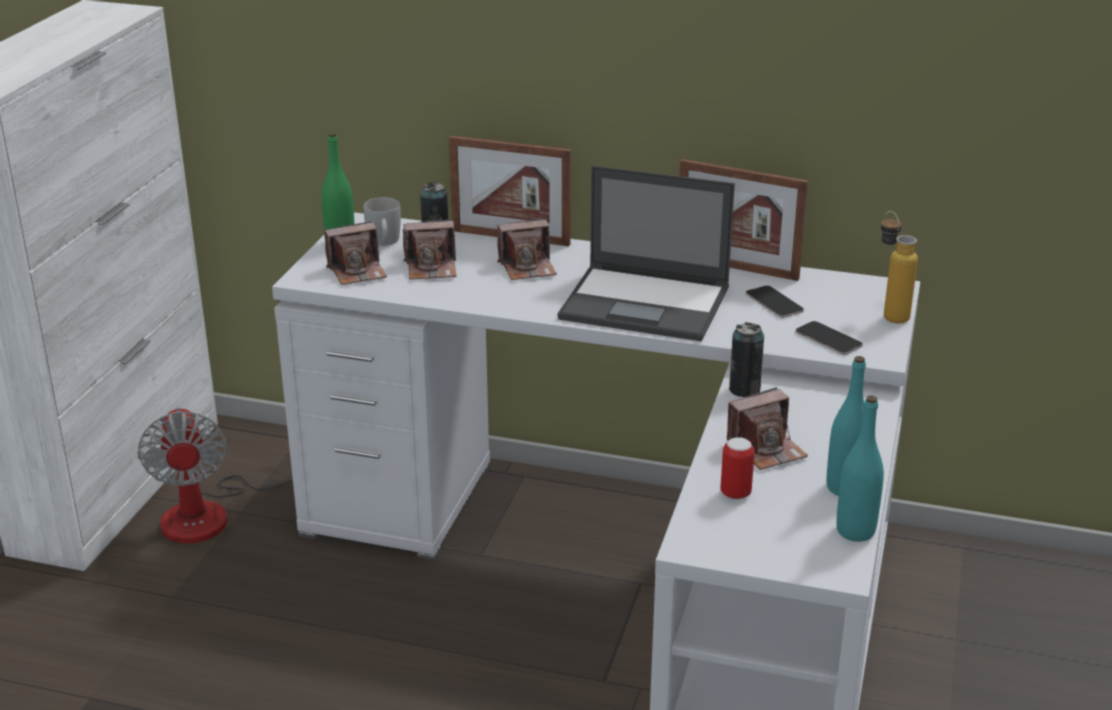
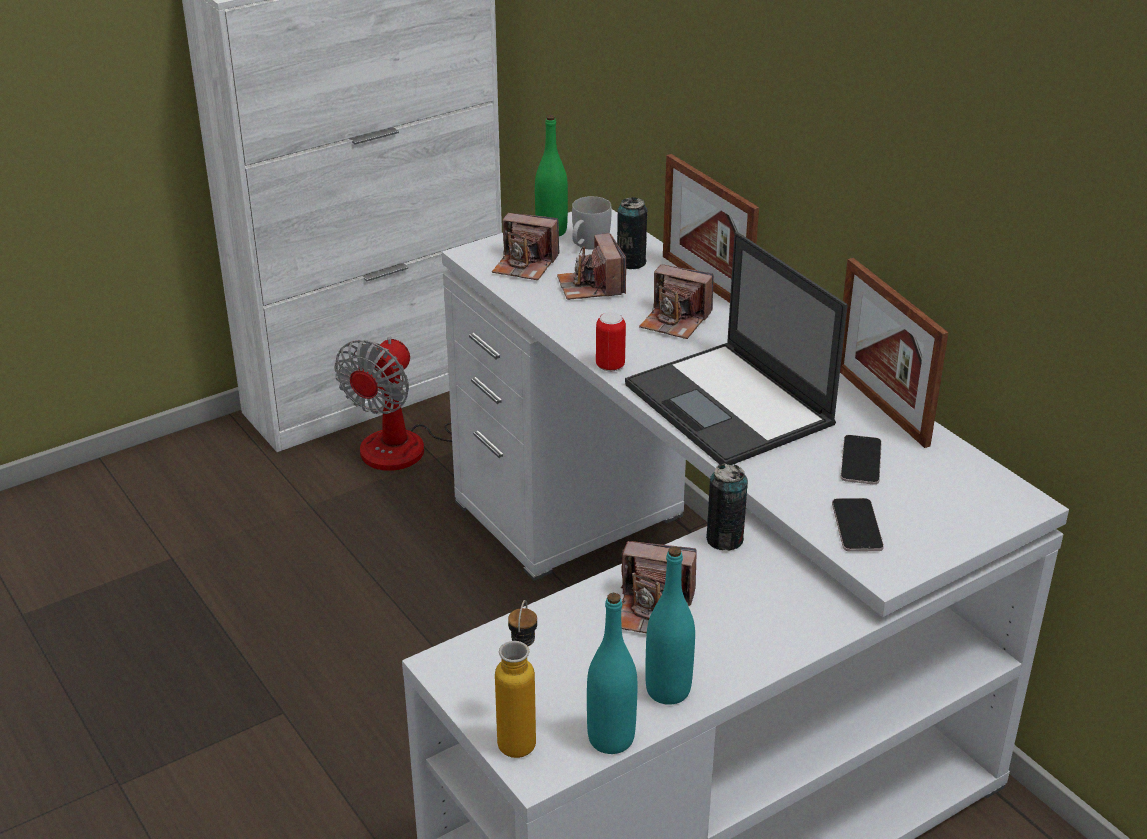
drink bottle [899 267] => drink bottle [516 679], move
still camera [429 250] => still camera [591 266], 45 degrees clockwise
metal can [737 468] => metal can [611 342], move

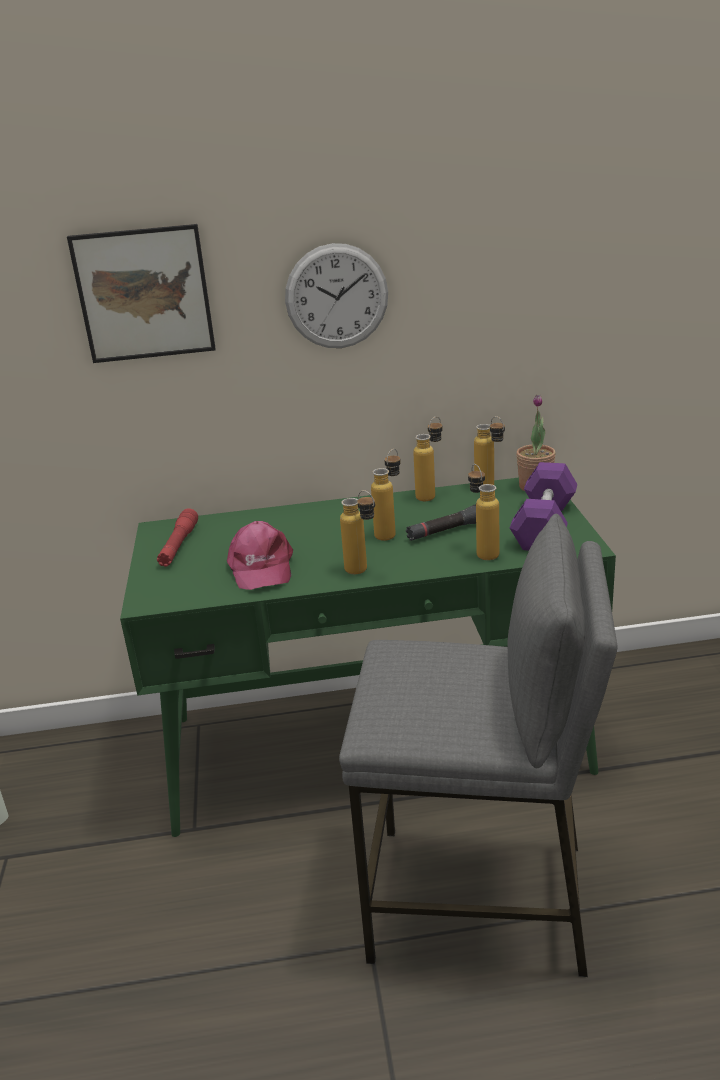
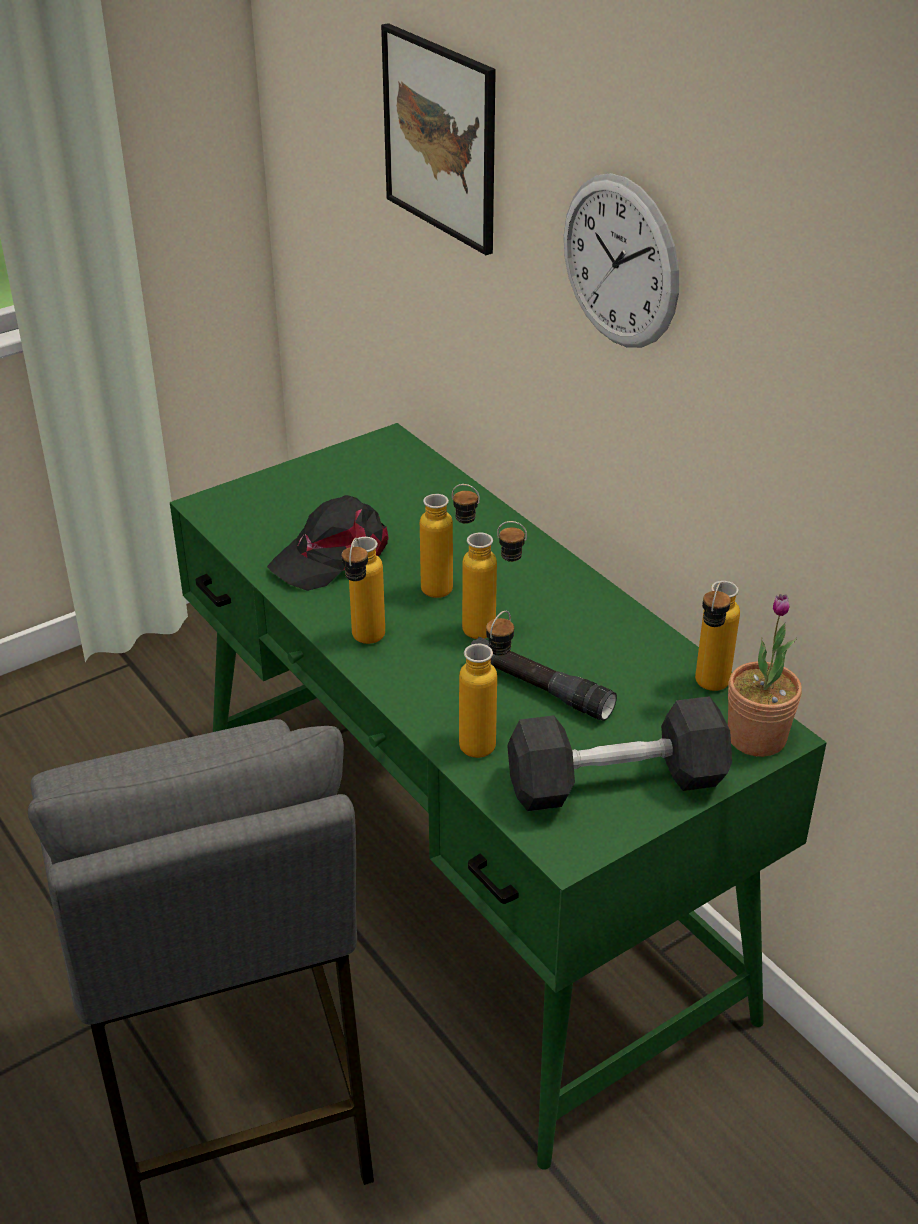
drink bottle [428 458] => drink bottle [450 541], move
dumbbell (purple-coloured) [544 506] => dumbbell (grey) [619 753]
hand torch (reddish) [177 537] => nothing
cap (pinkish) [260 555] => cap (black-coloured) [328 543]

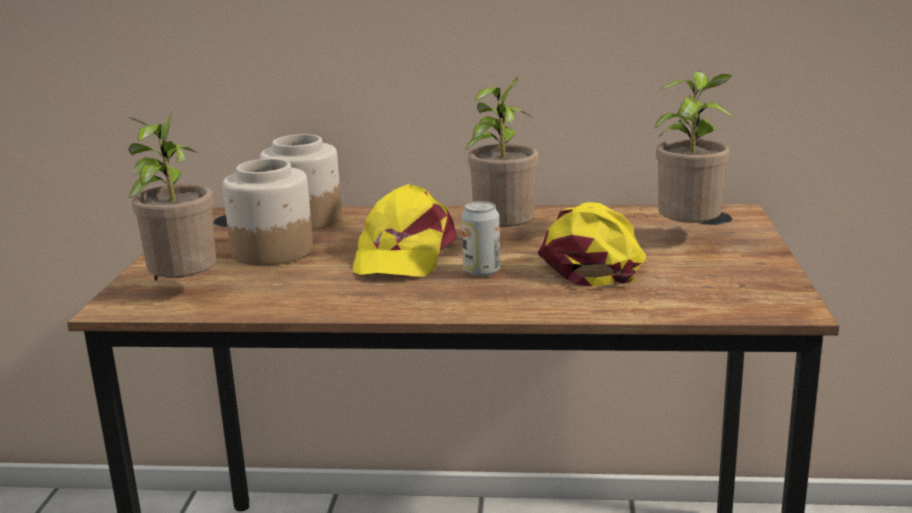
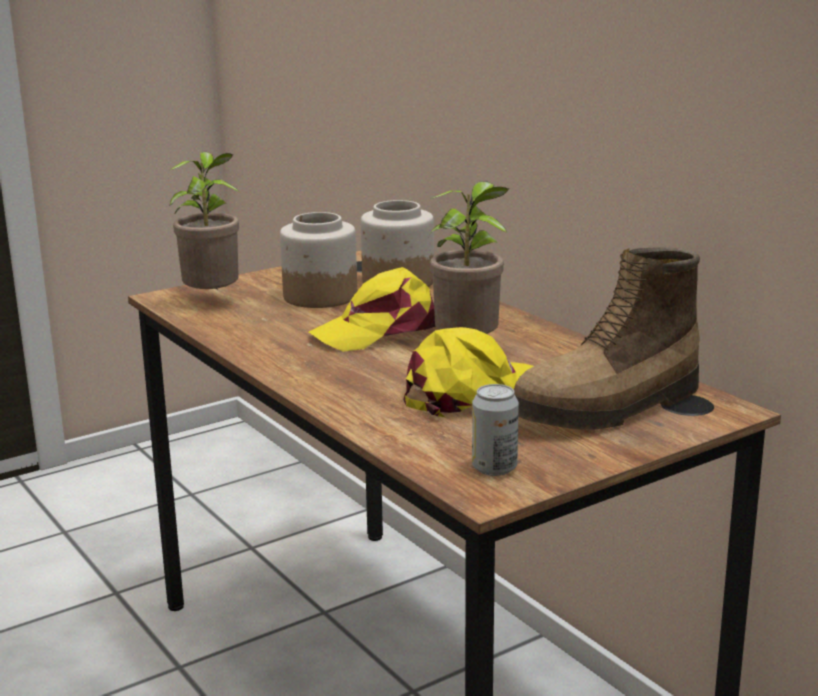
plant in a pot [695 147] => high-top boot [607 339]
metal can [480 239] => metal can [495 430], move

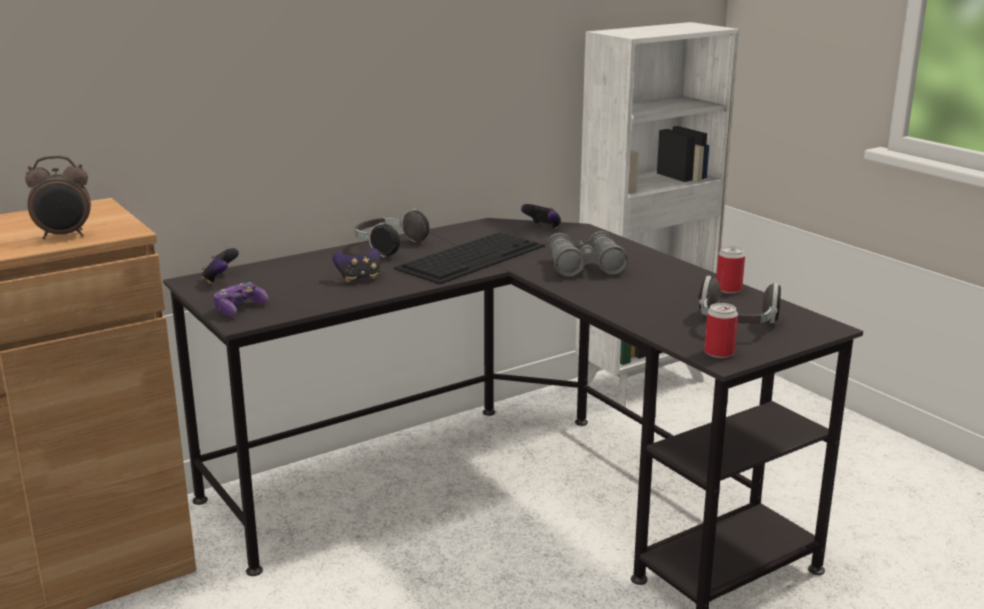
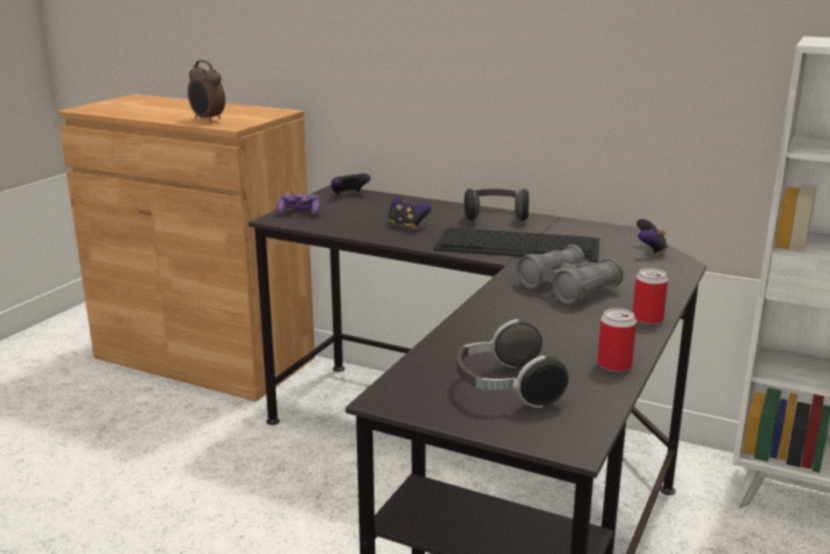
metal can [721 330] => metal can [650 296], move

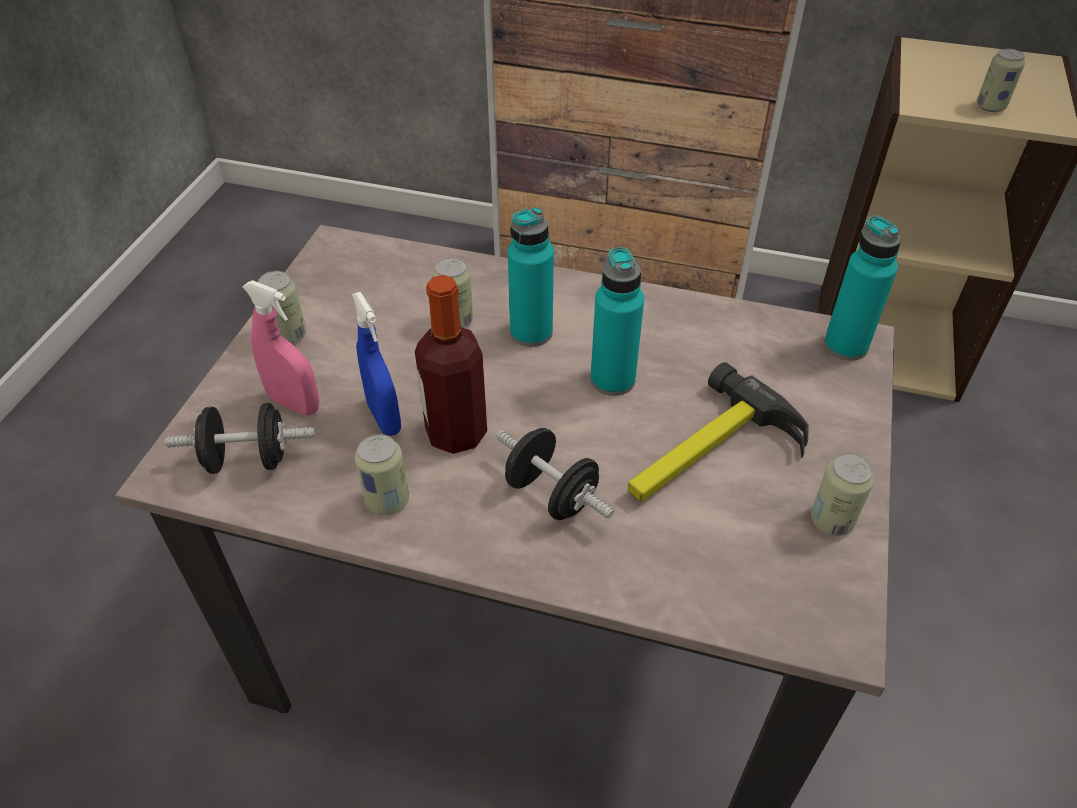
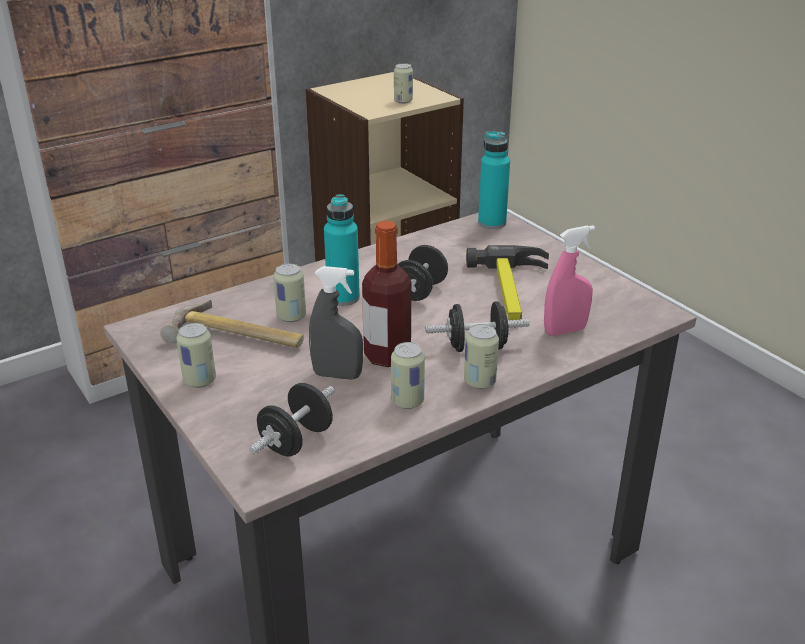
drink bottle (turquoise) [617 321] => dumbbell (black-coloured) [422 273]
hand sprayer (pinkish) [280 347] => hand sprayer (pinkish) [569 280], move
hand sprayer (bluish) [376 364] => hand sprayer (grey) [336 323]
metal can [842 494] => metal can [481 356], move
nothing => hammer [232 323]

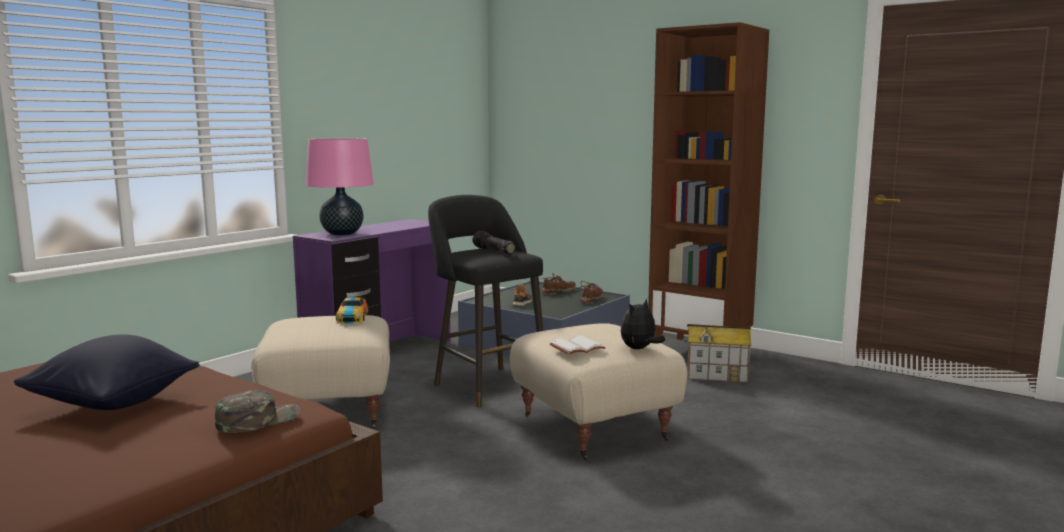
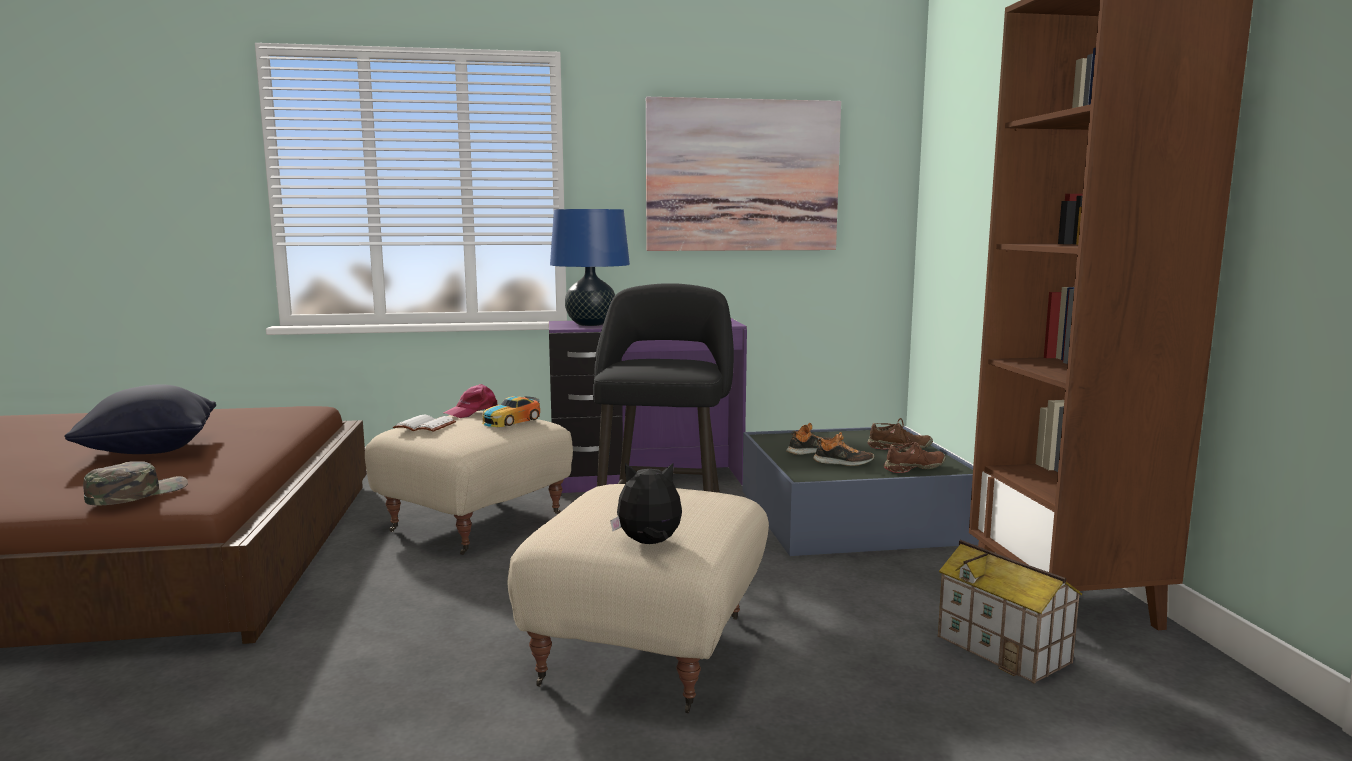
table lamp (pinkish) [340 187] => table lamp (bluish) [590 267]
hand torch [494 242] => nothing
volume (white) [578 345] => volume (white) [424 423], move
cap (green) [258 411] => cap (green) [136 483], 60 degrees counterclockwise
nothing => picture [743 174]
nothing => cap (pinkish) [471 401]
nothing => low shoe [844 449]

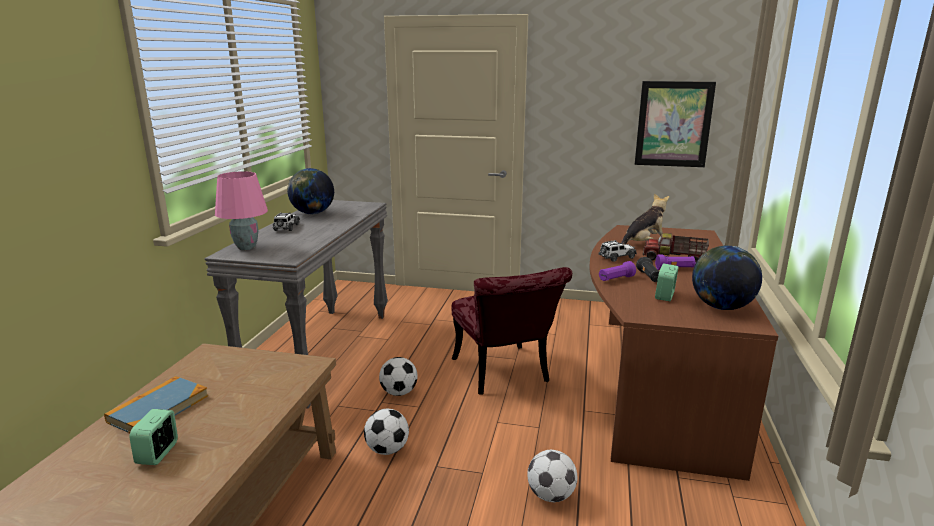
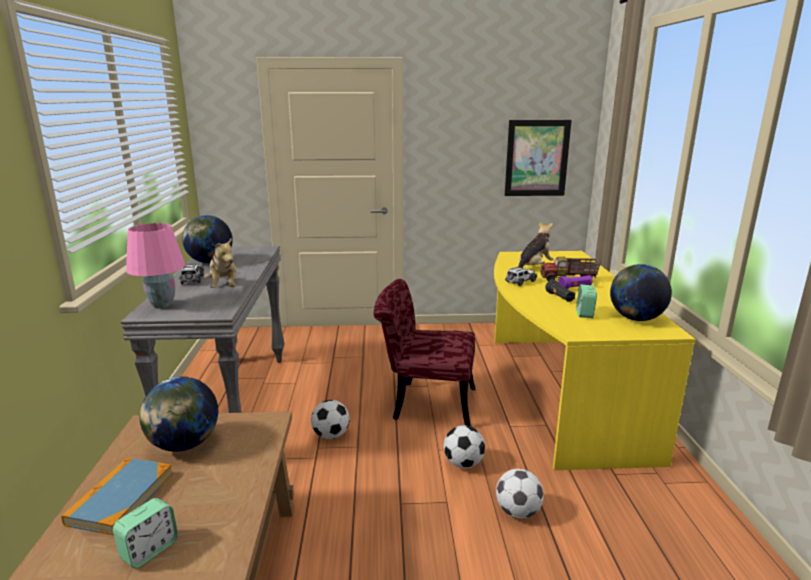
desk unit (brownish) [683 353] => desk unit (yellowish) [595 360]
hand torch (purple-coloured) [617 271] => nothing
chair (reddish) [512 331] => chair (reddish) [424 352], 135 degrees clockwise
table clock [153 437] => table clock [145 533], 135 degrees counterclockwise
ball for football [386 432] => ball for football [464 446], move
nothing => soft toy [220 263]
nothing => globe [179 414]

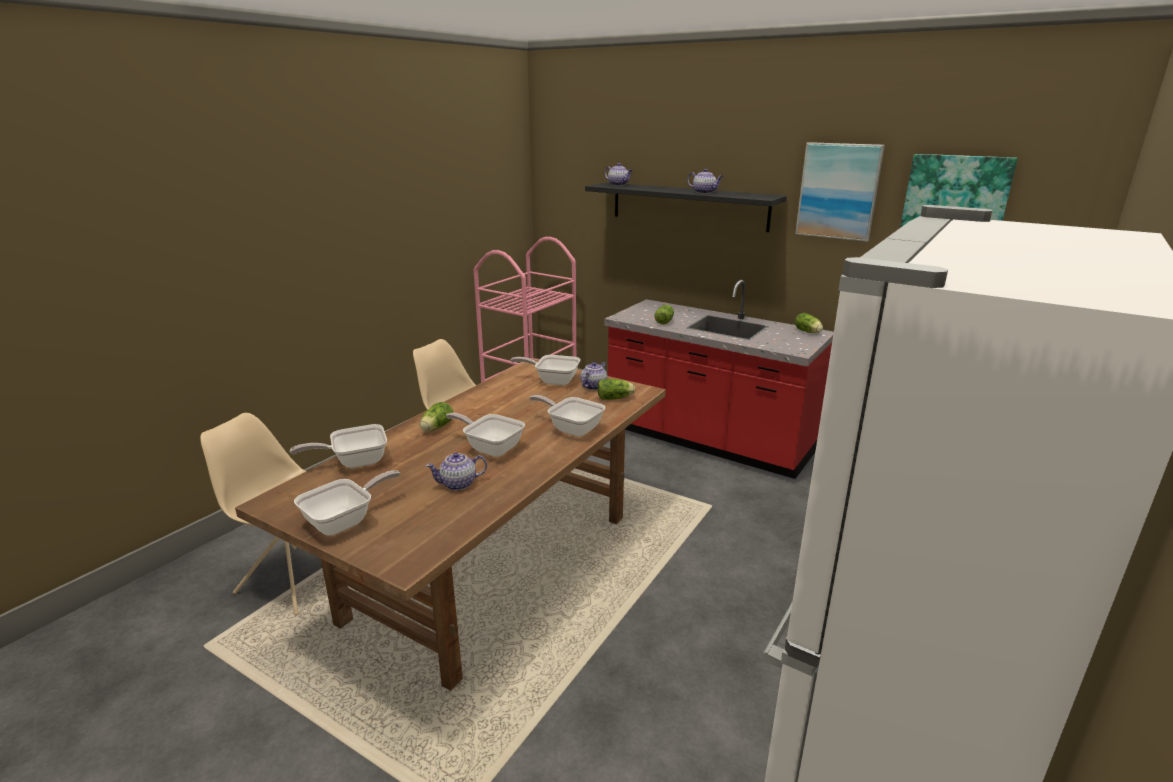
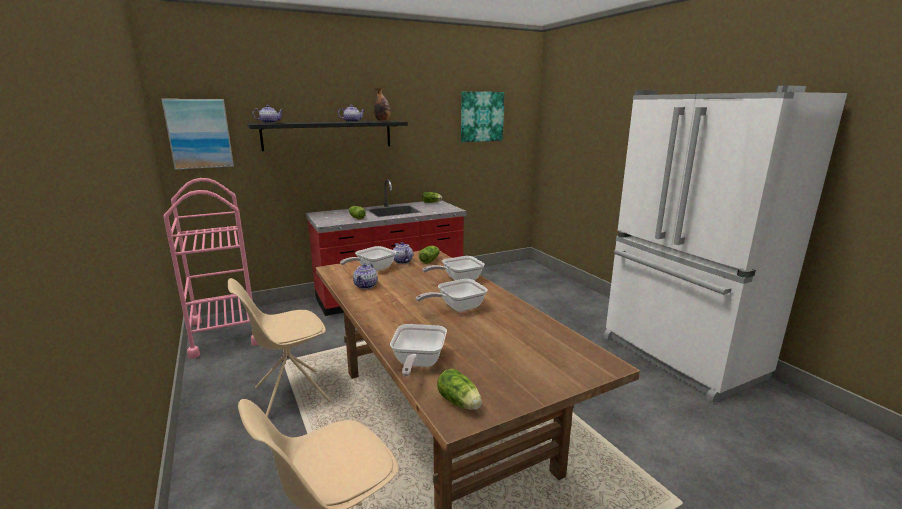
picture [840 192] => picture [197 134], move
head of lettuce [436 416] => head of lettuce [459 389], move
tea pot [456 471] => tea pot [365 276], move
frying pan [347 503] => nothing
nothing => drink bottle [382 104]

